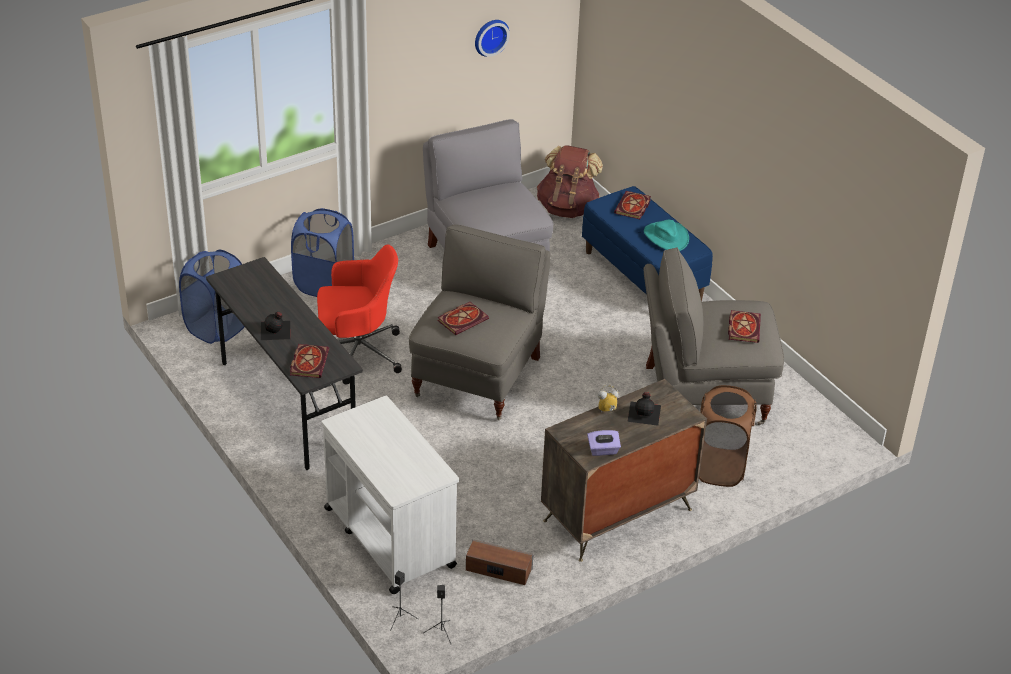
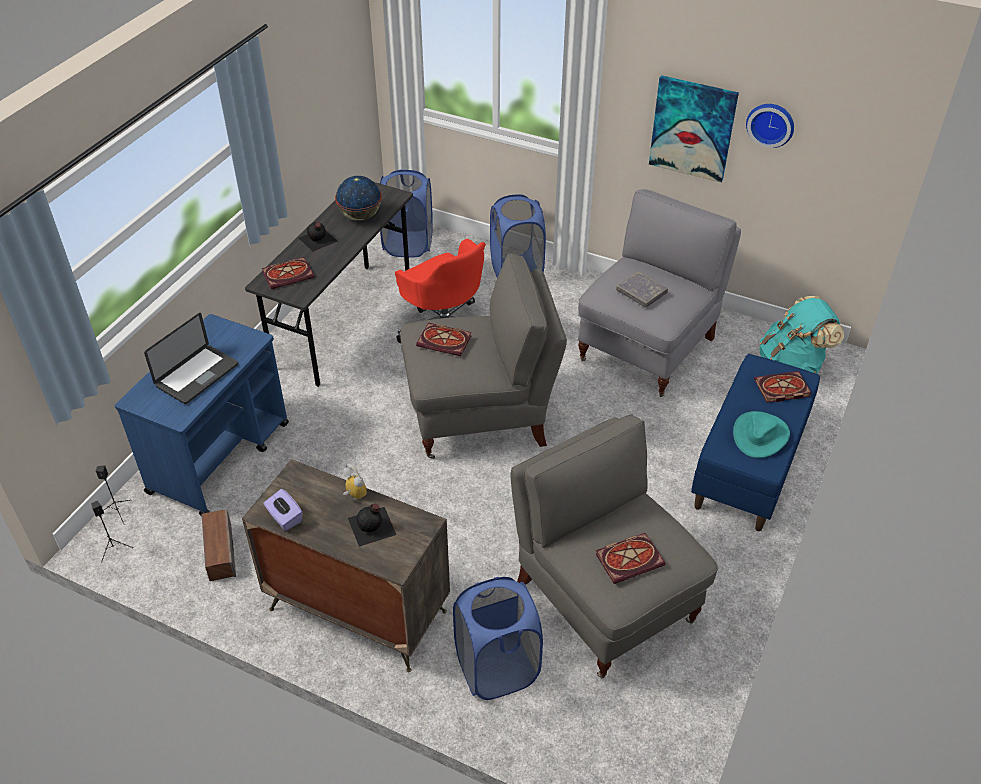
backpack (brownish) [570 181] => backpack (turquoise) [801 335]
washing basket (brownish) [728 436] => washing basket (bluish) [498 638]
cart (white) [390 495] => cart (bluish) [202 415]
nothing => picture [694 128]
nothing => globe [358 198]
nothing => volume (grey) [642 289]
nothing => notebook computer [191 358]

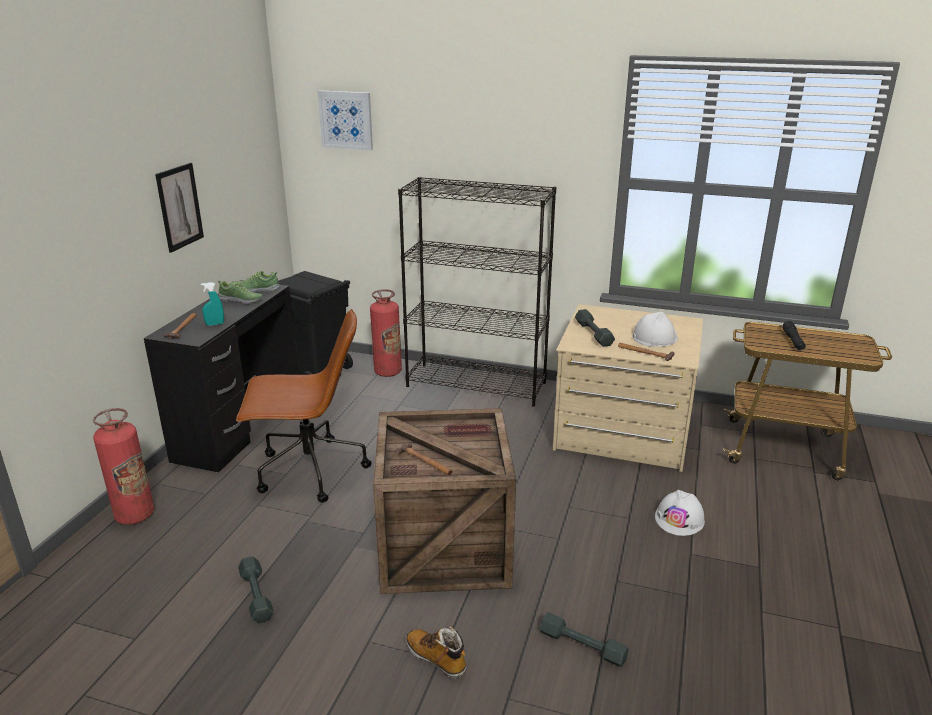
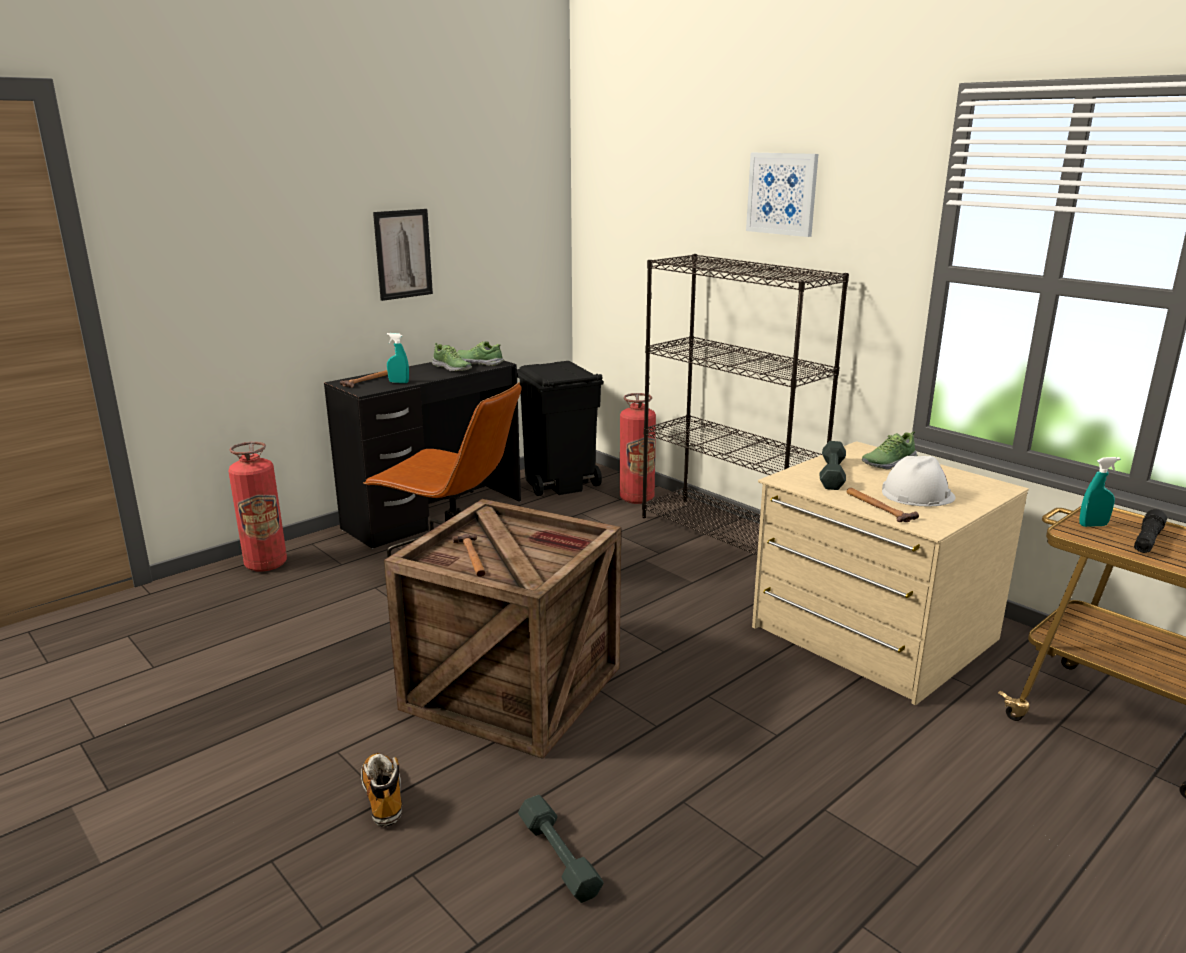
picture [345 120] => picture [782 195], move
safety helmet (white) [680 513] => nothing
dumbbell (grey) [256 590] => nothing
nothing => low shoe [889 451]
nothing => hand sprayer (turquoise) [1099 492]

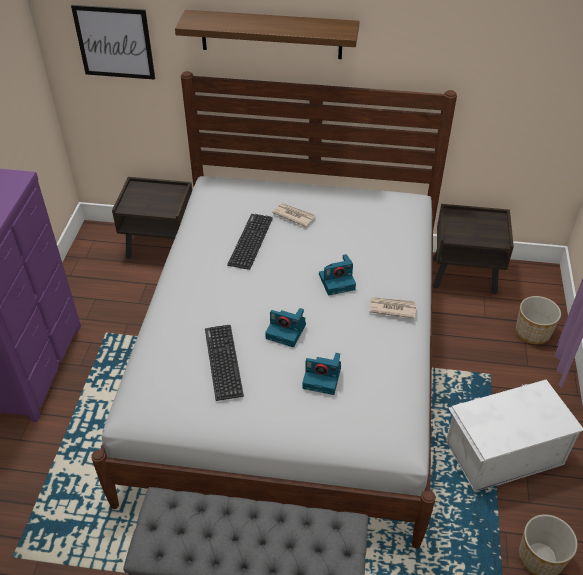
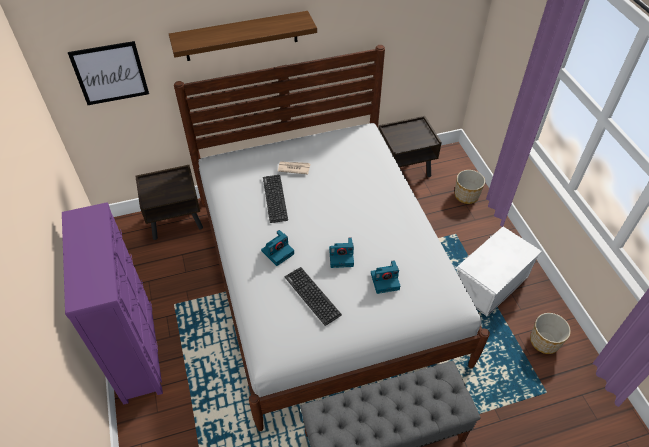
still camera [337 274] => still camera [277 248], move
daily paper [393 308] => nothing

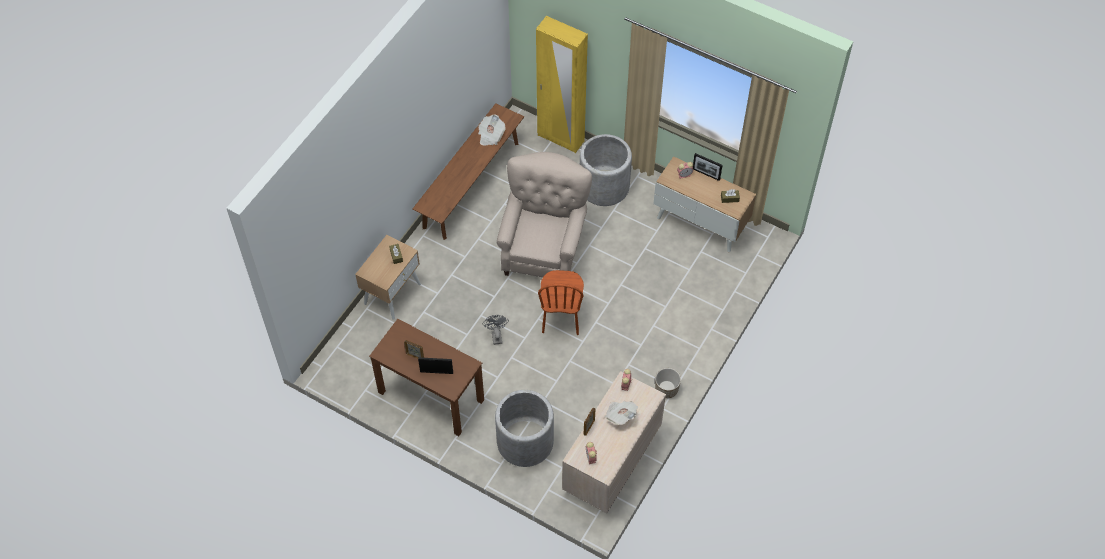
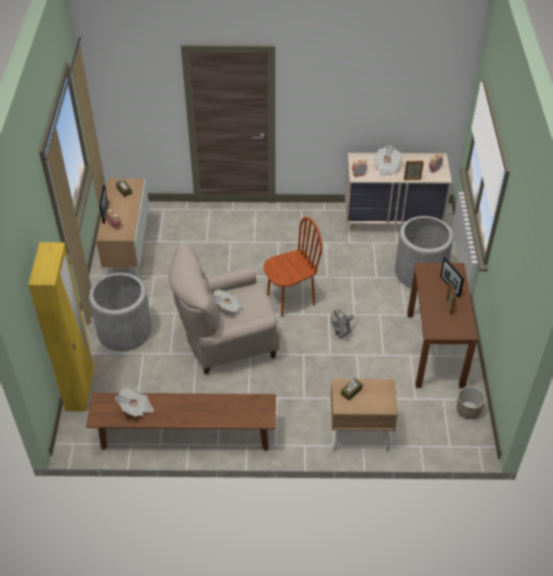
flower pot [668 383] => flower pot [471 402], move
nothing => daily paper [229 301]

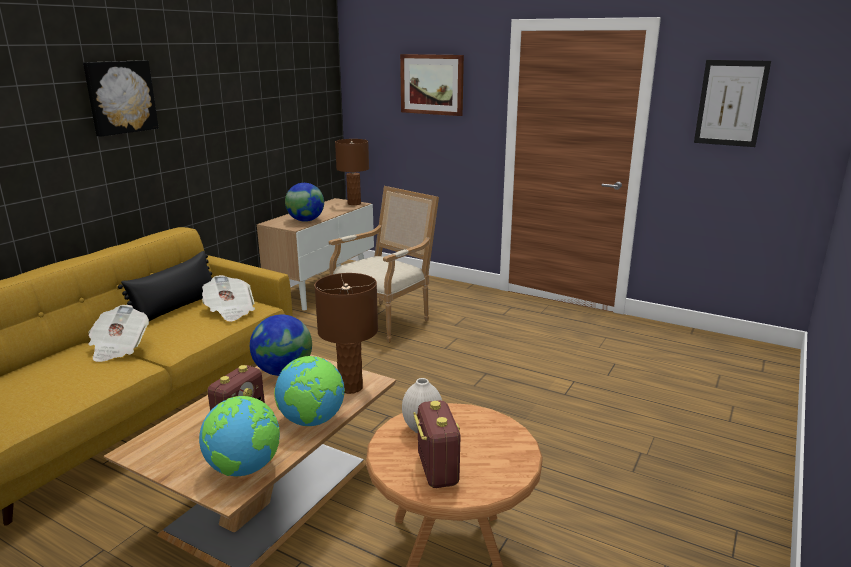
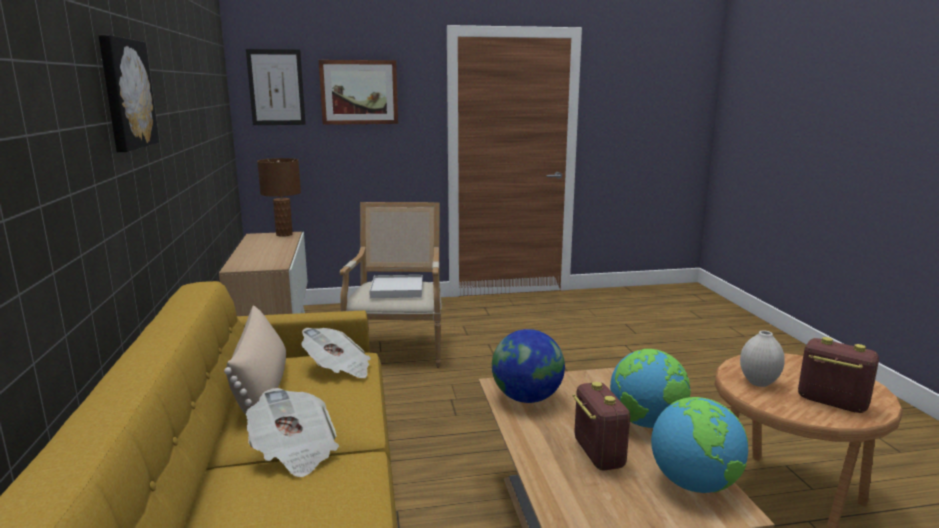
picture [732 103] => picture [276 87], move
globe [304 202] => nothing
throw pillow (black-coloured) [165 286] => throw pillow (sand-coloured) [255 360]
table lamp (brownish) [346 333] => nothing
nothing => tray (white) [396 286]

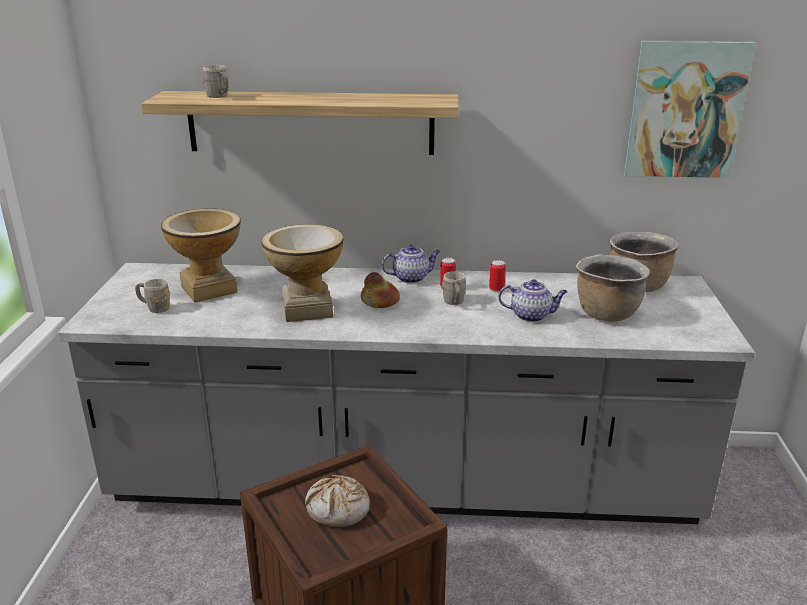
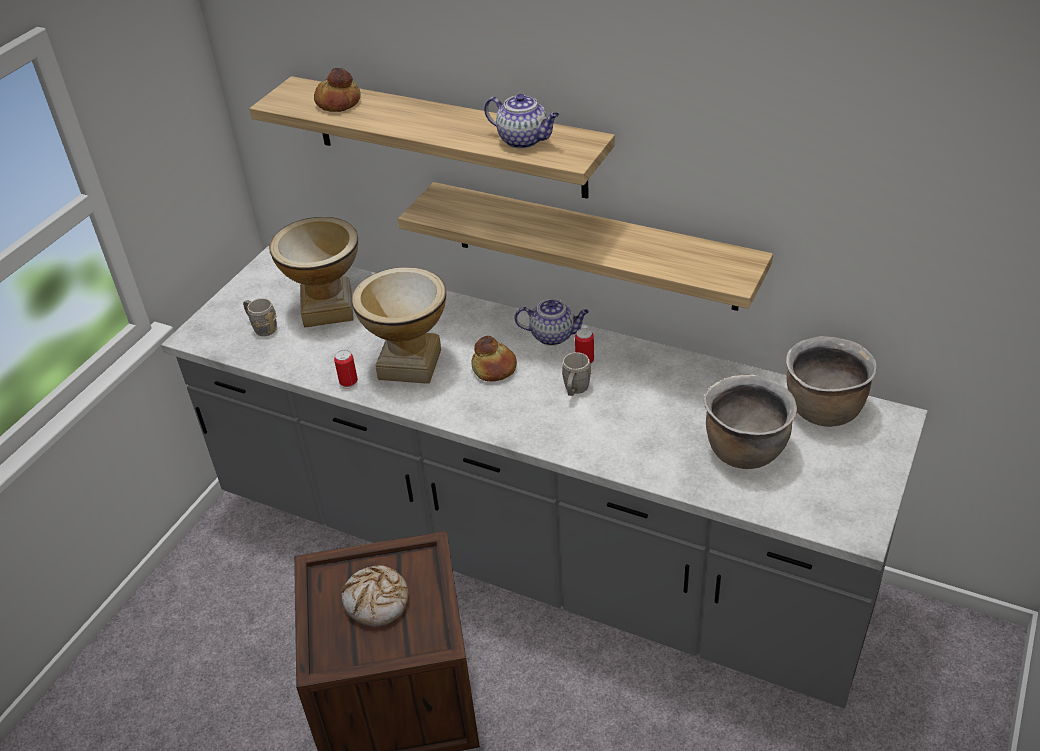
picture [689 109] => nothing
tea mug (grey) [215 81] => baked bread [337 90]
metal can [497 276] => metal can [346 369], move
tea pot [533 300] => tea pot [521 121], move
nothing => bracket shelf [585 246]

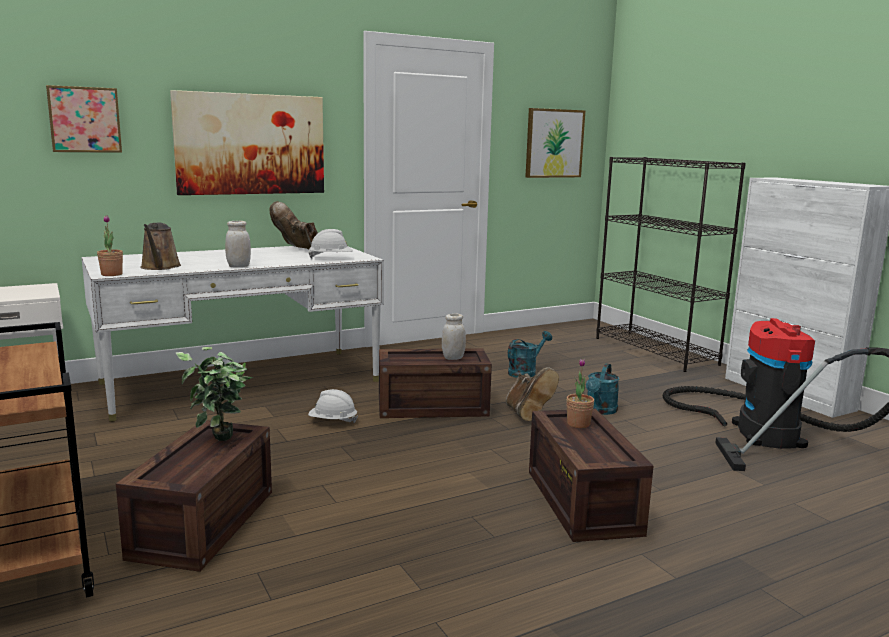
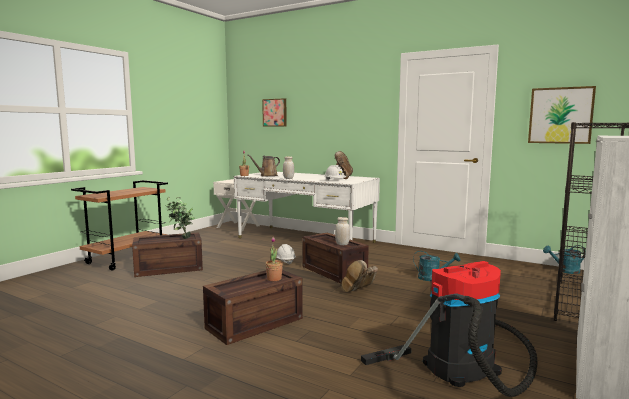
picture [247 142] => nothing
sprinkling can (turquoise) [602 389] => sprinkling can (turquoise) [564 259], move

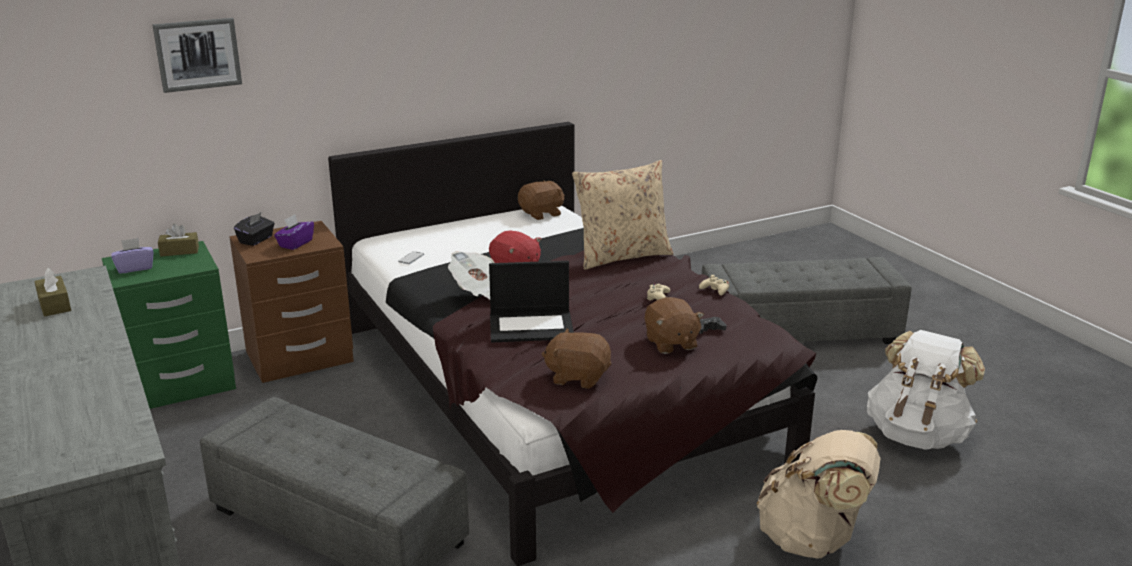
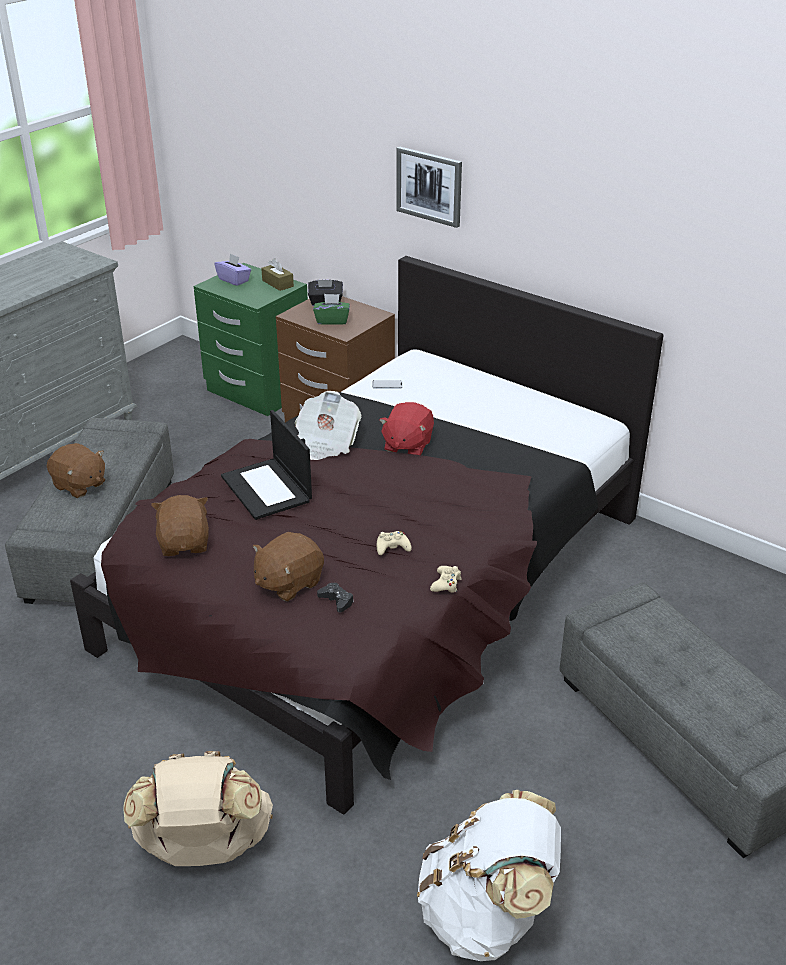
picture [197 55] => picture [429 187], move
throw pillow (sand-coloured) [622 215] => nothing
soft toy (brownish) [541 200] => soft toy (brownish) [76 470], move
tissue box (purple-coloured) [294 232] => tissue box (green) [331 309]
tissue box (brownish) [52 292] => nothing

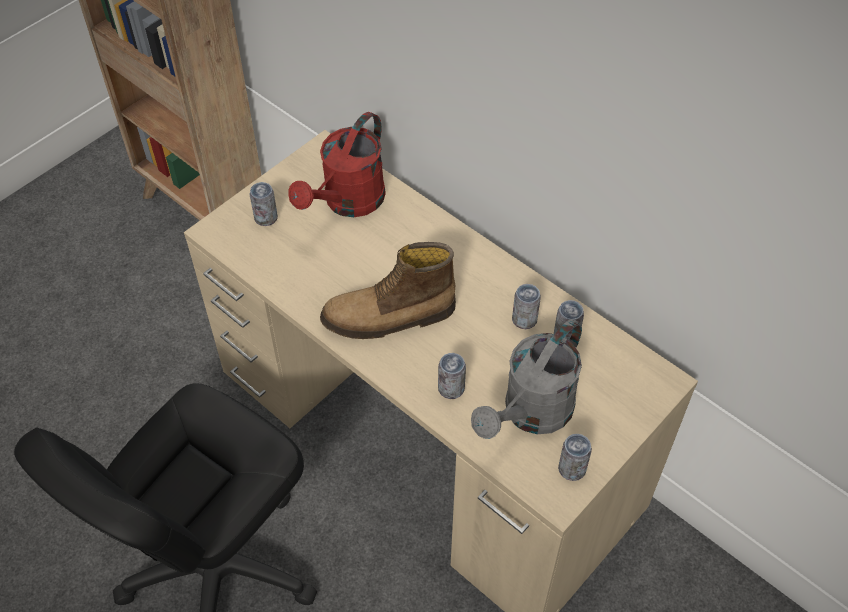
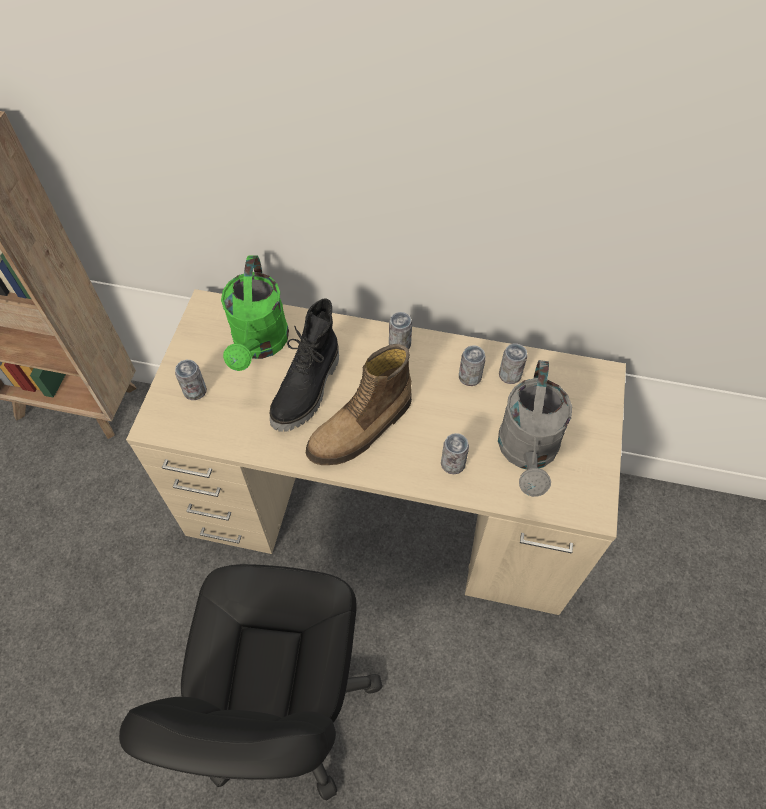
sprinkling can (reddish) [337 164] => sprinkling can (green) [255 313]
metal can [575 457] => metal can [400 331], move
nothing => high-top boot (black-coloured) [304 365]

